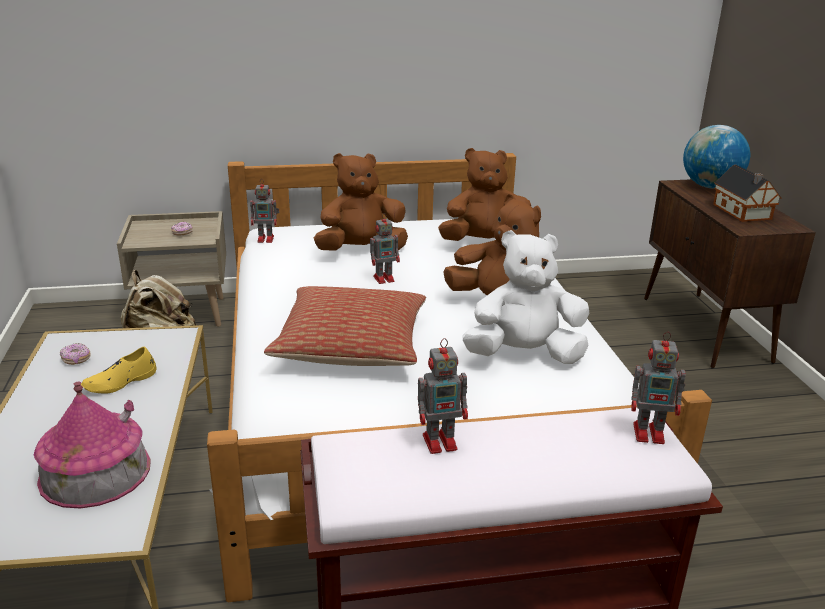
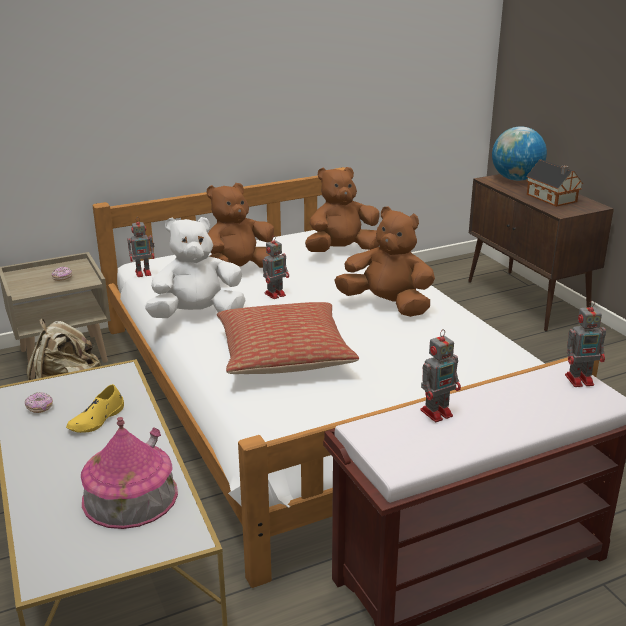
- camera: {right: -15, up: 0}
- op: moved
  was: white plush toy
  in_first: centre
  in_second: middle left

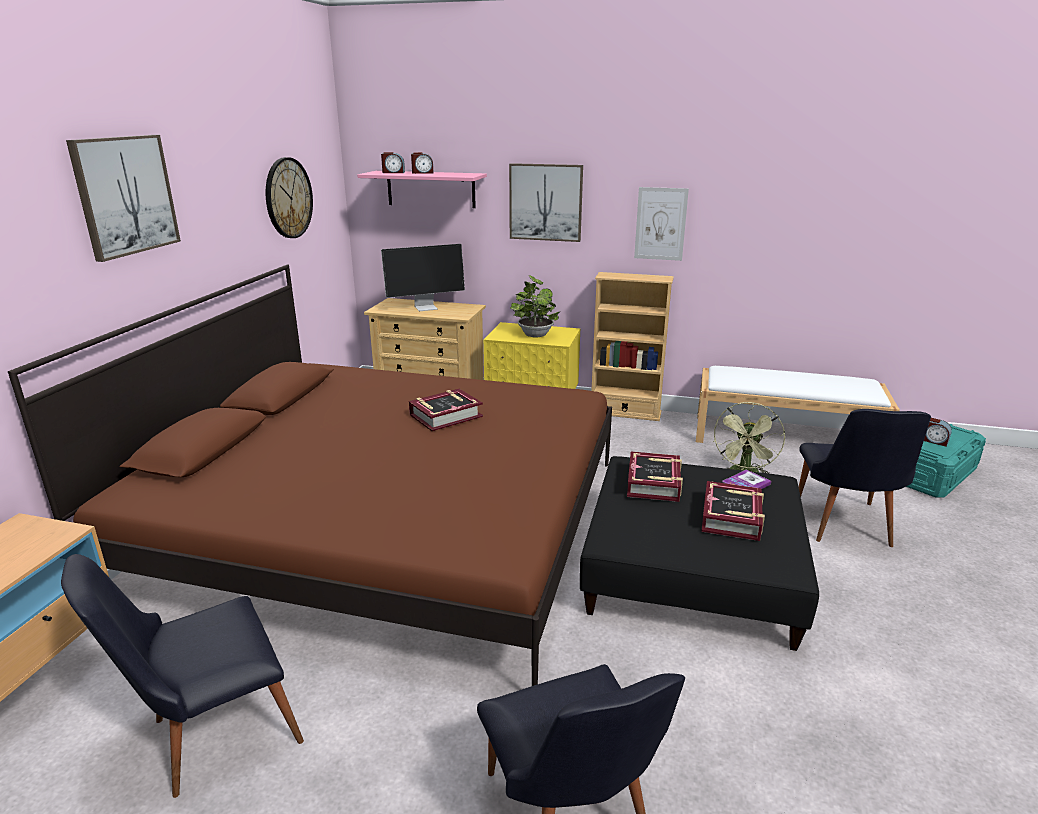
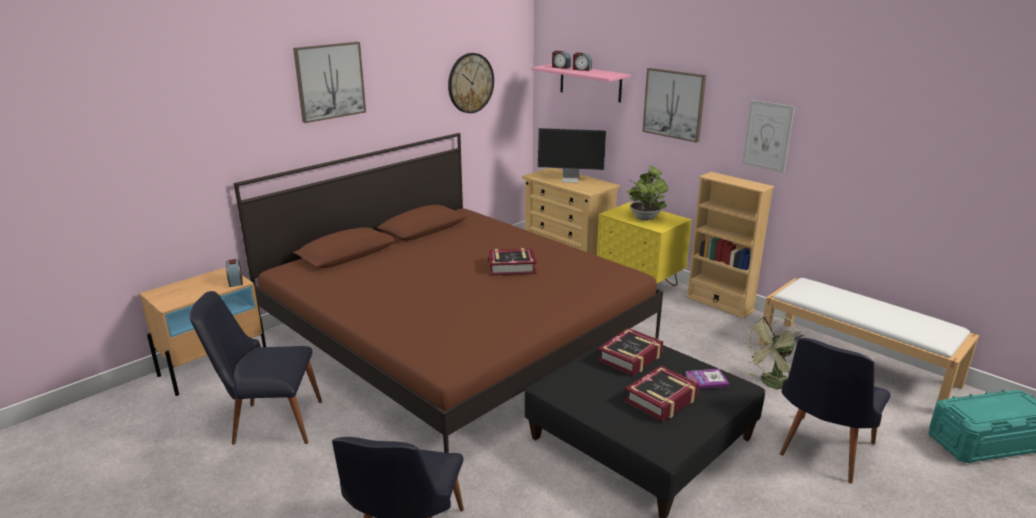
- camera: {right: 30, up: 0}
- op: moved
  was: alarm clock (3rd from left in the first image)
  now: alarm clock (1st from left)
  in_first: middle right
  in_second: middle left

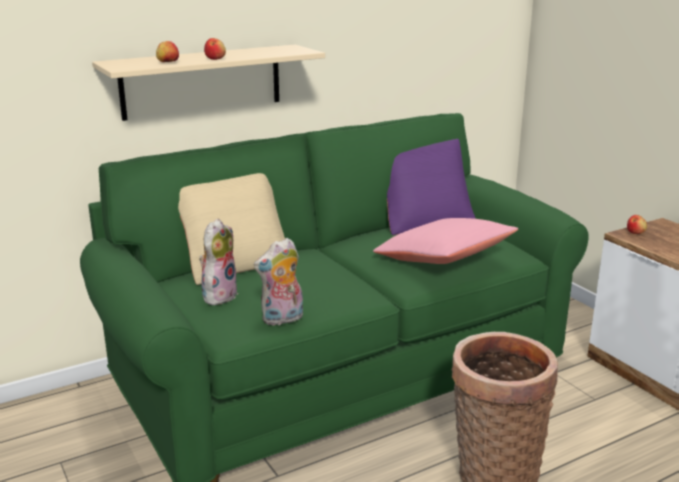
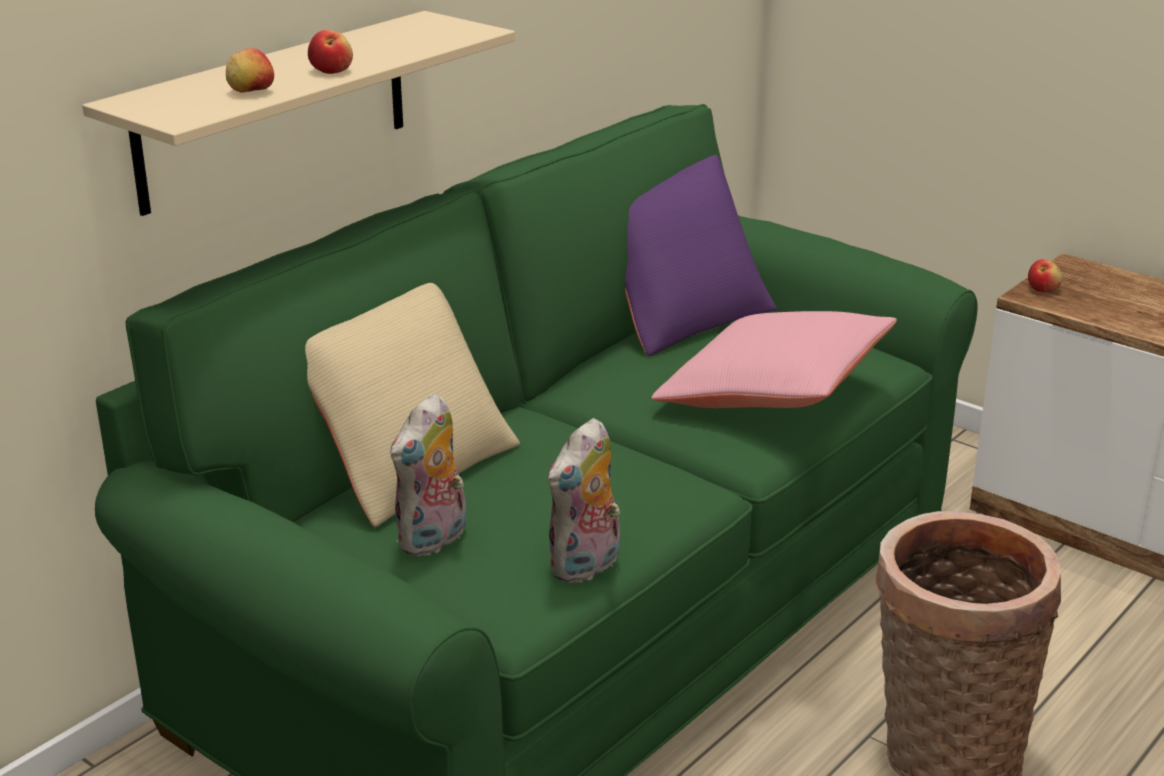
- camera: {right: -20, up: 5}
- op: turned
  was: plush toy (1st from left)
  in_first: middle left
  in_second: centre
  clockwise: -150

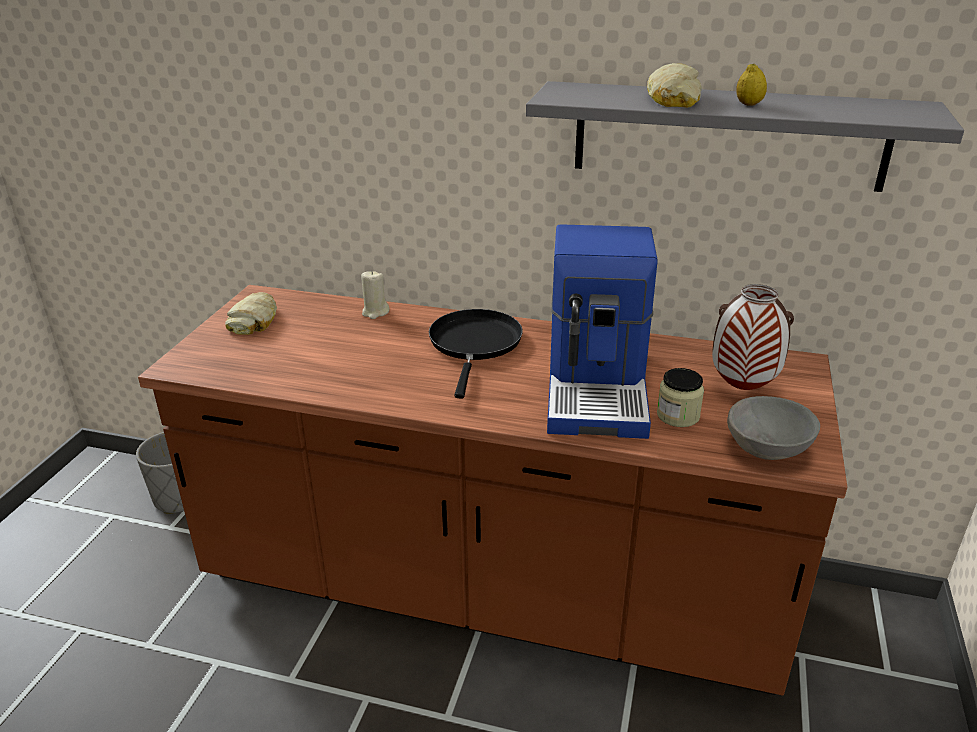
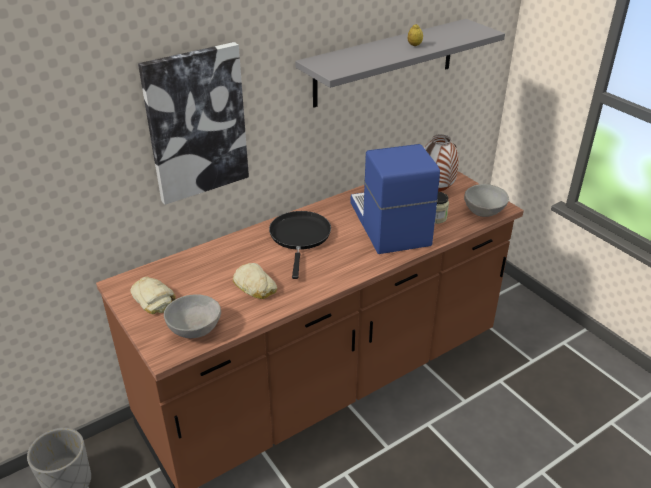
- camera: {right: -50, up: 5}
- op: removed
  was: beige candle
  in_first: centre
- op: turned
  was: black frying pan
  in_first: centre
  in_second: centre
  clockwise: 45
- op: turned
  was: coffee machine
  in_first: centre
  in_second: centre
  clockwise: -150
- op: moved
  was: bread (2nd from left)
  in_first: top right
  in_second: centre
- op: added
  now: picture
  in_second: top left
- op: added
  now: grey bowl (1st from left)
  in_second: middle left

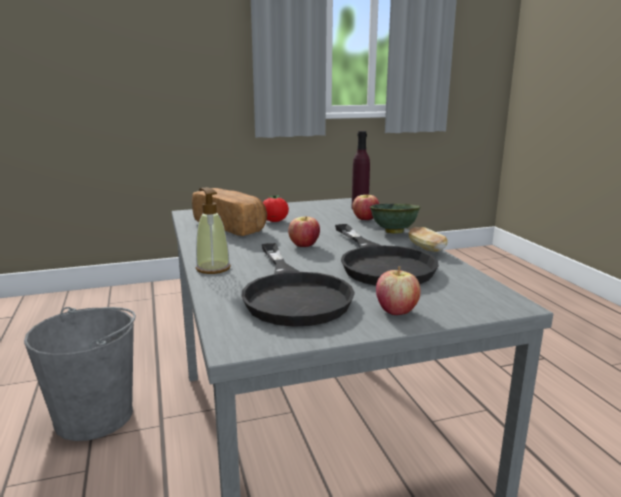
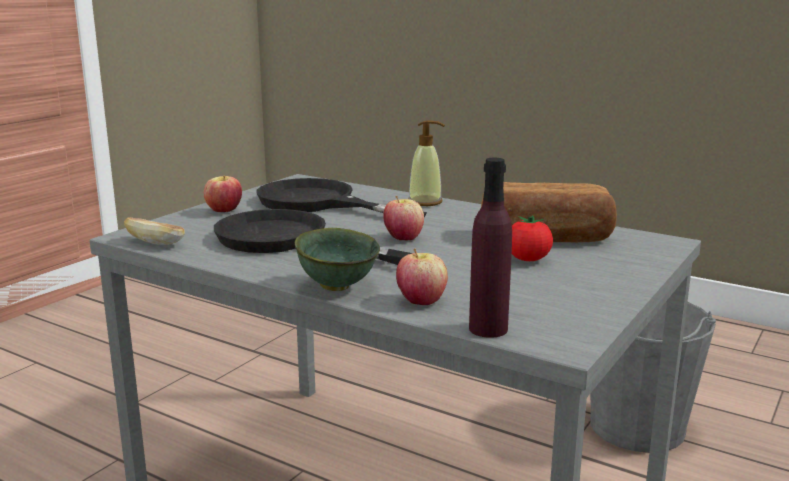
- camera: {right: 140, up: 0}
- op: moved
  was: bread (2nd from left in the first image)
  now: bread (1st from left)
  in_first: middle right
  in_second: middle left

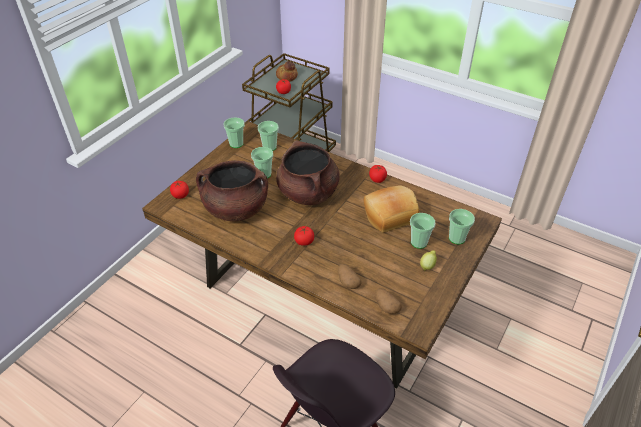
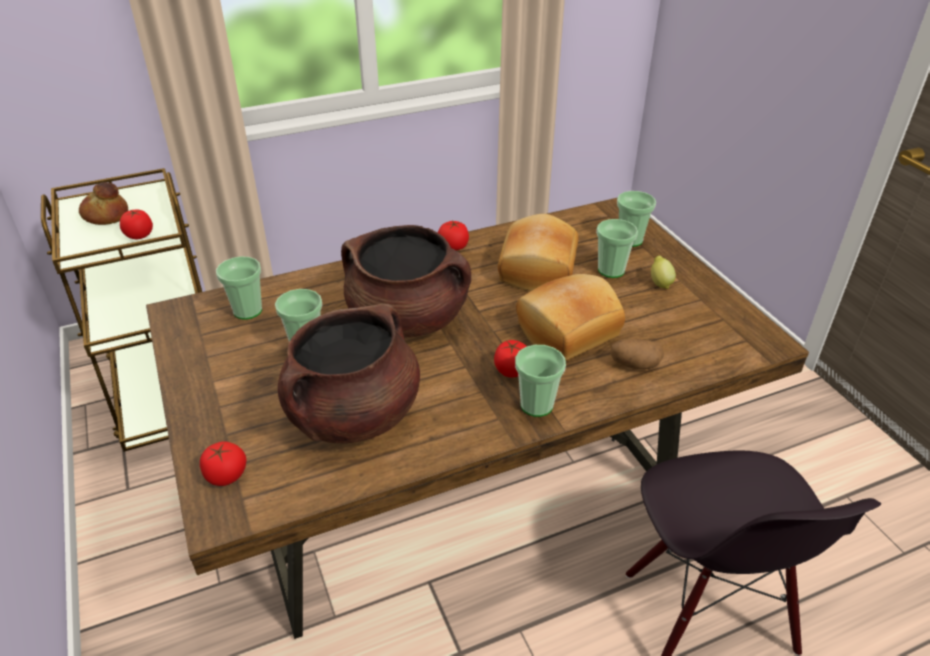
- camera: {right: -55, up: -5}
- op: moved
  was: cup (1st from left in the first image)
  now: cup (3rd from left)
  in_first: top centre
  in_second: centre
- op: removed
  was: potato (2nd from left)
  in_first: bottom centre
- op: added
  now: bread (3rd from left)
  in_second: centre

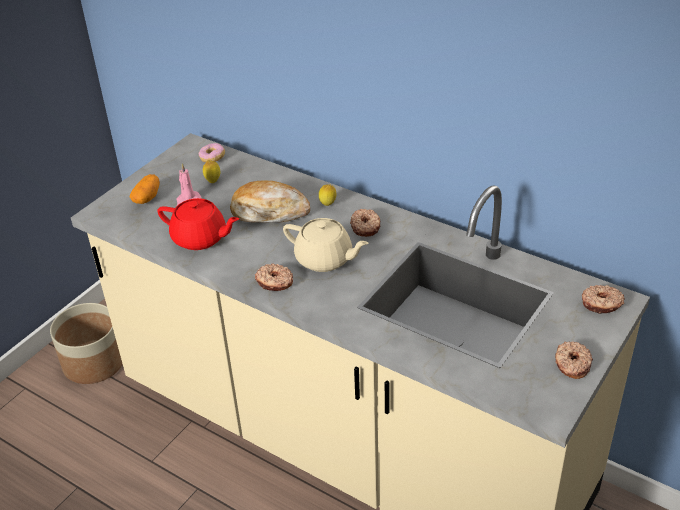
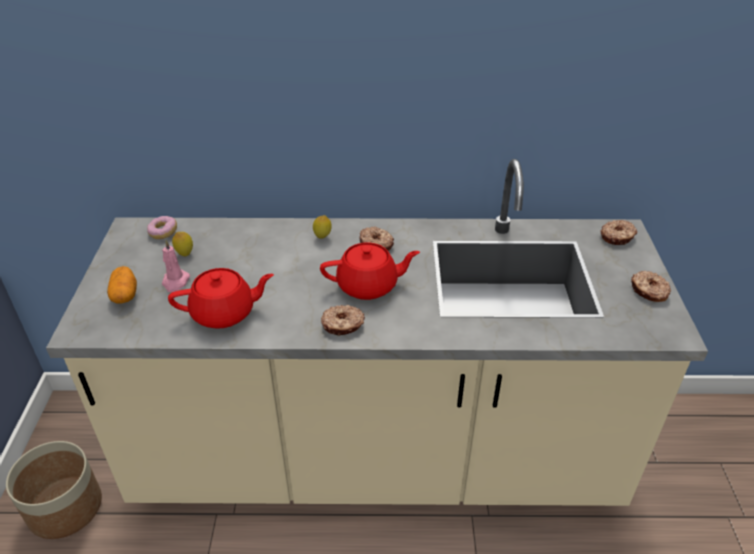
- camera: {right: -35, up: 0}
- op: removed
  was: bread
  in_first: centre
- op: recoloured
  was: beige teapot
  now: red teapot (2nd from left)
  in_first: centre
  in_second: centre

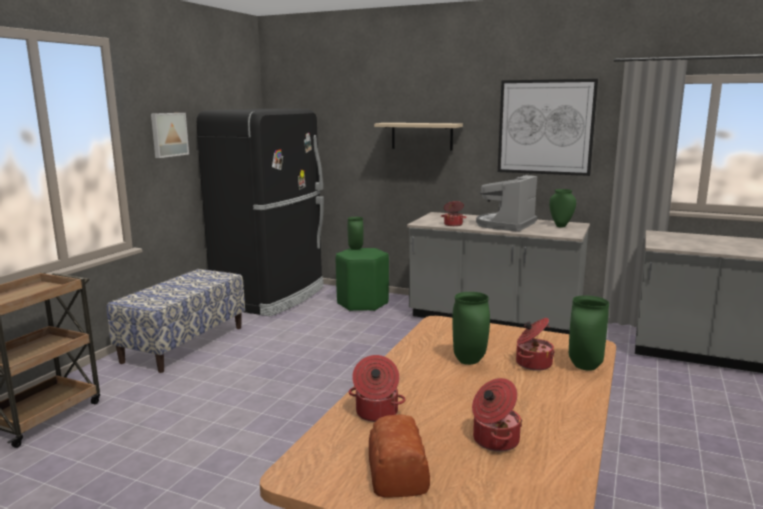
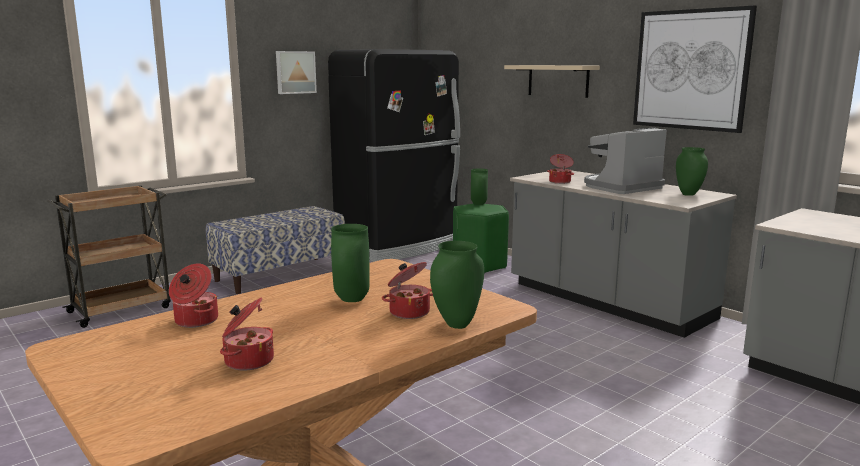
- camera: {right: 25, up: 0}
- op: removed
  was: bread
  in_first: bottom centre

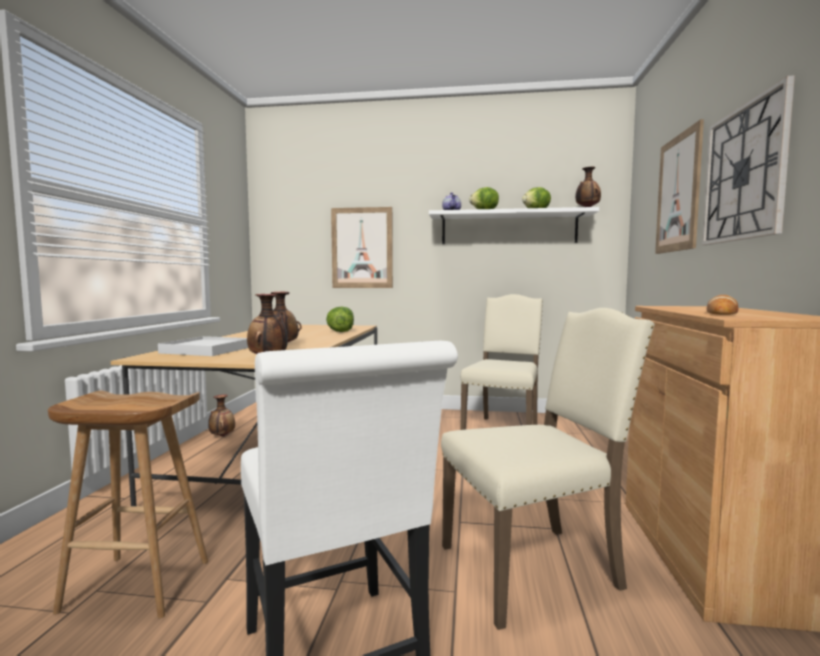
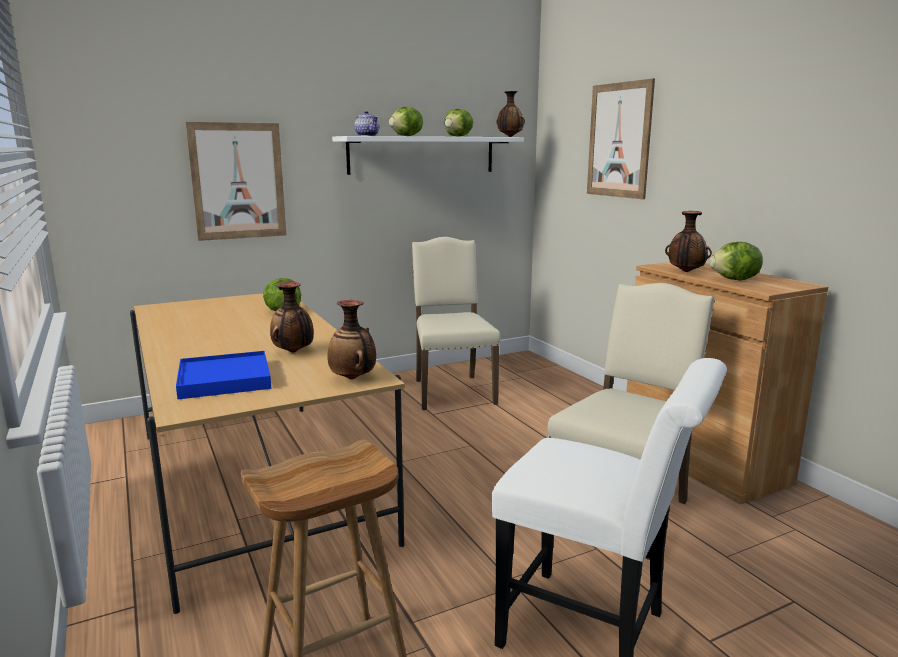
- camera: {right: -35, up: 10}
- op: recoloured
  was: white tray
  now: blue tray
  in_first: middle left
  in_second: middle left
- op: moved
  was: vase (1st from left in the first image)
  now: vase (4th from left)
  in_first: middle left
  in_second: middle right
- op: removed
  was: wall clock
  in_first: top right
- op: replaced
  was: bread
  now: lettuce (4th from left)
  in_first: middle right
  in_second: middle right

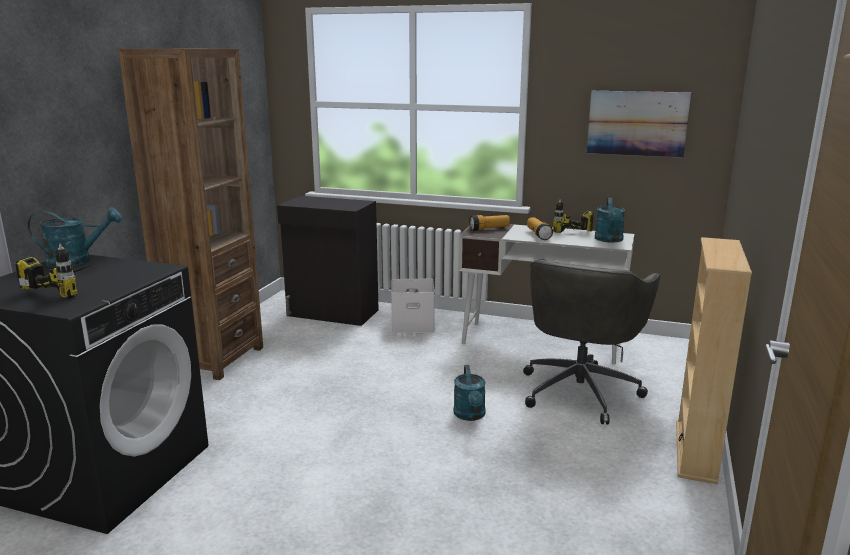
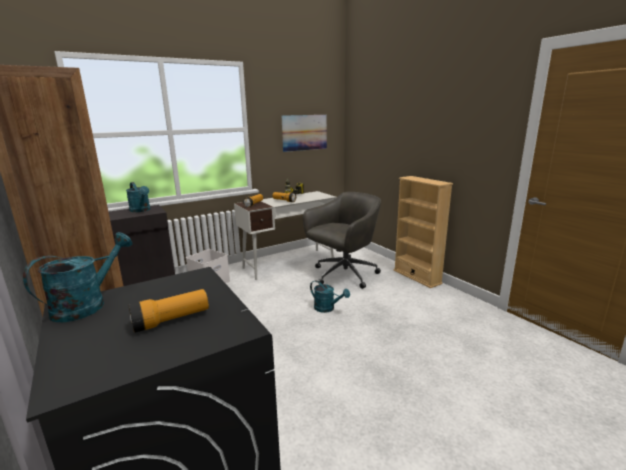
- camera: {right: -50, up: 0}
- op: replaced
  was: power drill (1st from left)
  now: flashlight (1st from left)
  in_first: middle left
  in_second: middle left
- op: turned
  was: grey office chair
  in_first: middle right
  in_second: centre
  clockwise: -105
- op: moved
  was: turquoise watering can (3rd from left in the first image)
  now: turquoise watering can (2nd from left)
  in_first: middle right
  in_second: middle left

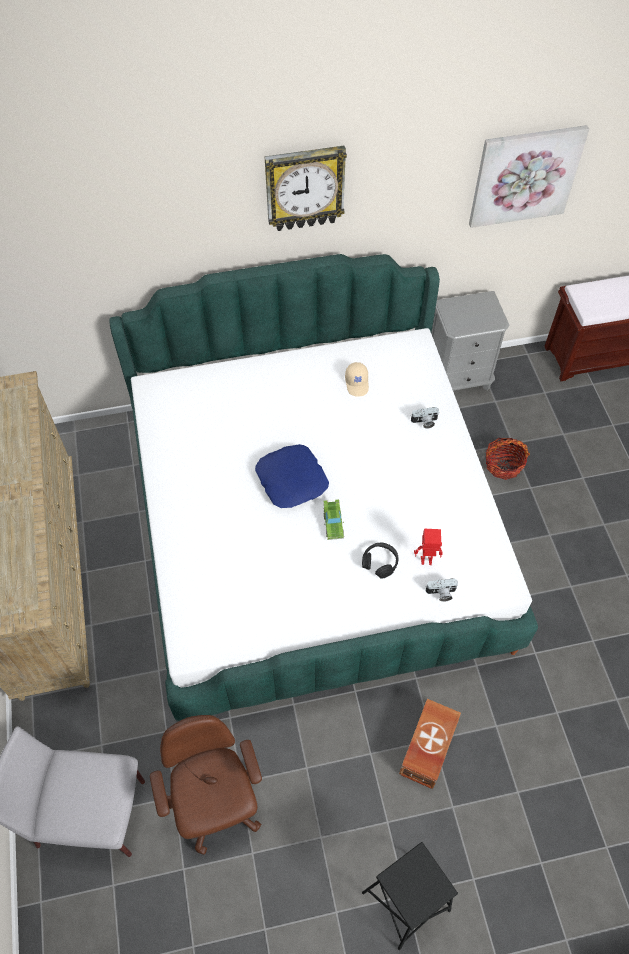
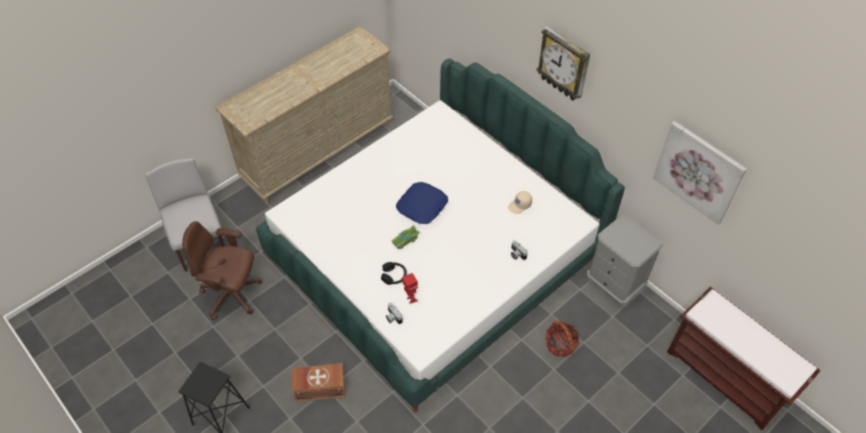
- camera: {right: 60, up: -5}
- op: turned
  was: brown office chair
  in_first: bottom left
  in_second: middle left
  clockwise: -120

